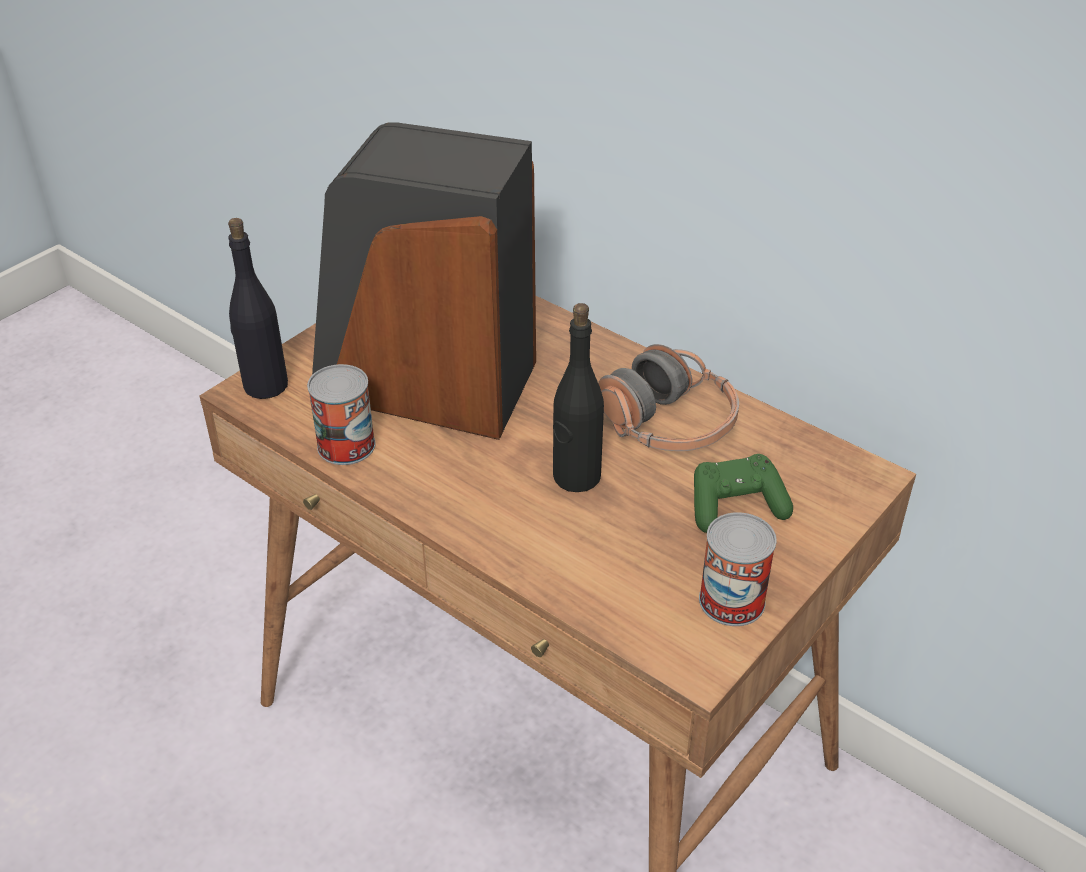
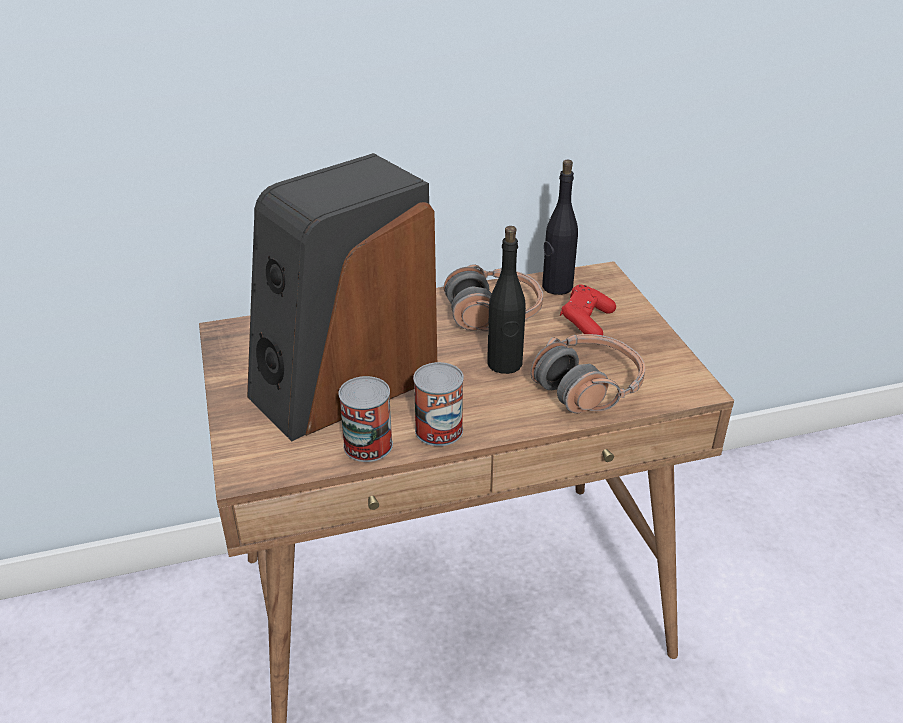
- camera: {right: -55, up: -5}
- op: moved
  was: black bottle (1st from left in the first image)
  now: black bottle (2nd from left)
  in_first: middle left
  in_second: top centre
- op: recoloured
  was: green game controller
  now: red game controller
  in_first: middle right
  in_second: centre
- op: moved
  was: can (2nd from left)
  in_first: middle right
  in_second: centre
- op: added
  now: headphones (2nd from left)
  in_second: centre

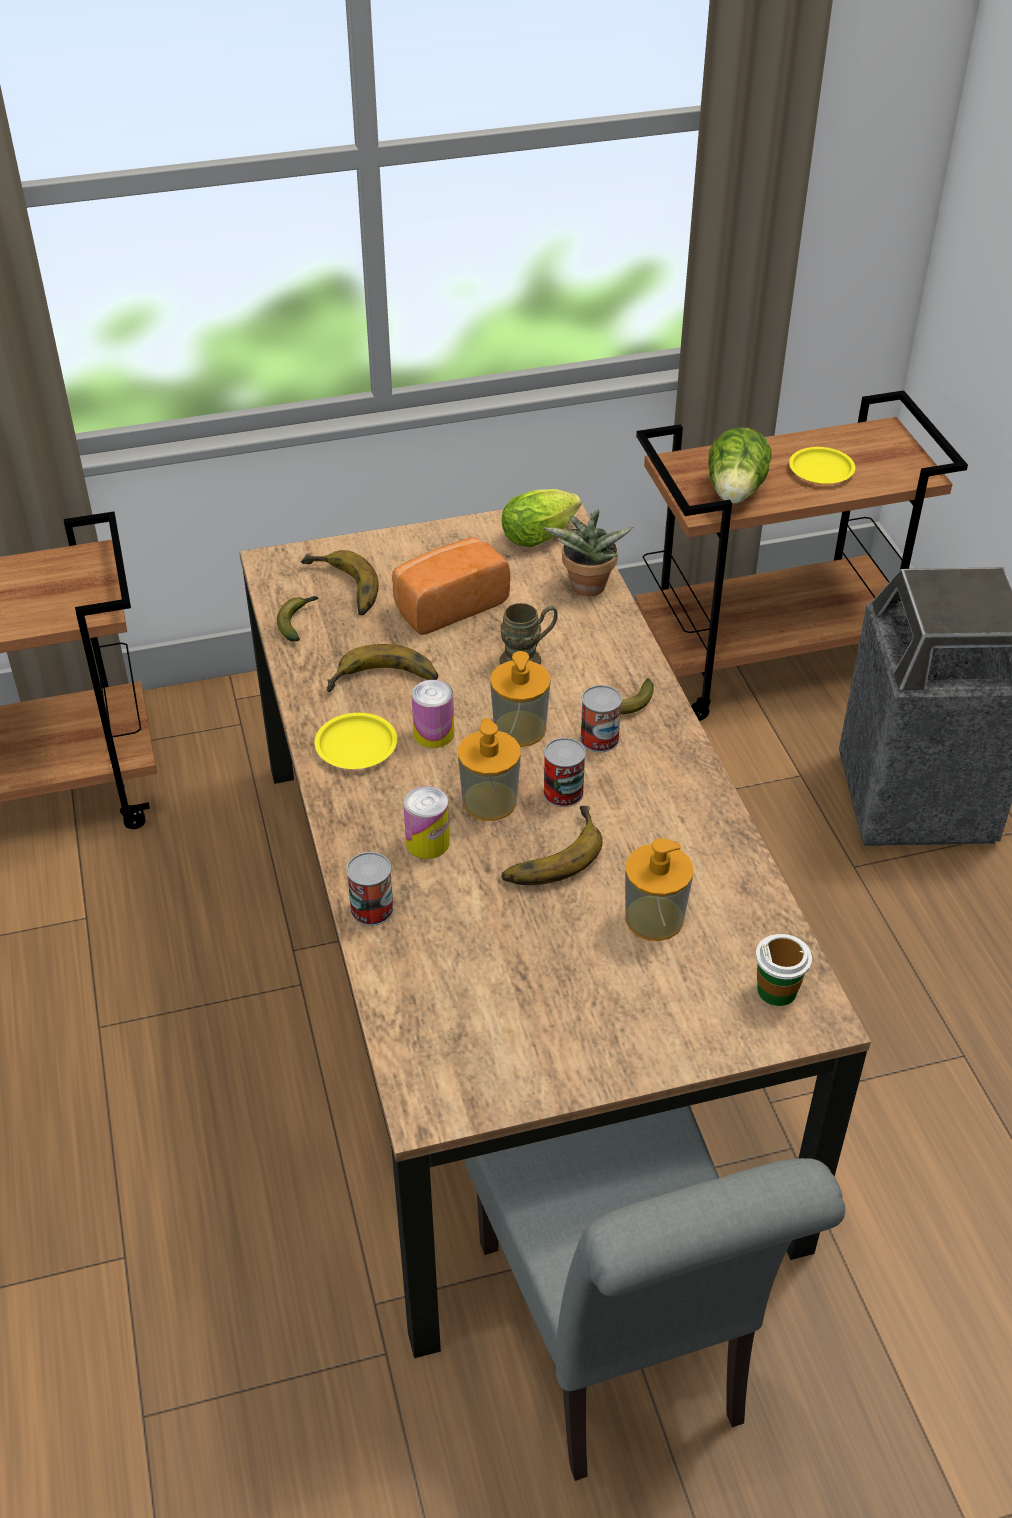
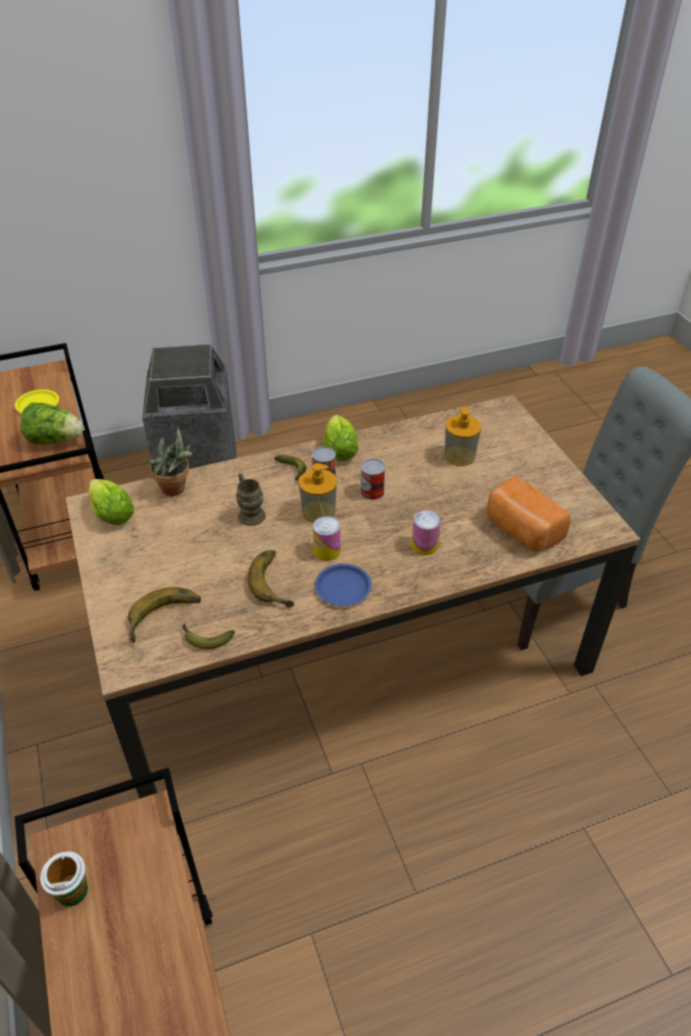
- camera: {right: -95, up: 0}
- op: recoloured
  was: yellow plate (1st from left)
  now: blue plate
  in_first: centre
  in_second: centre
- op: removed
  was: can (1st from left)
  in_first: centre
- op: moved
  was: bread
  in_first: centre
  in_second: middle right
- op: removed
  was: soap dispenser (1st from left)
  in_first: centre
- op: removed
  was: banana (4th from left)
  in_first: centre
- op: moved
  was: cup
  in_first: middle right
  in_second: bottom left
- op: added
  now: lettuce (3rd from left)
  in_second: centre

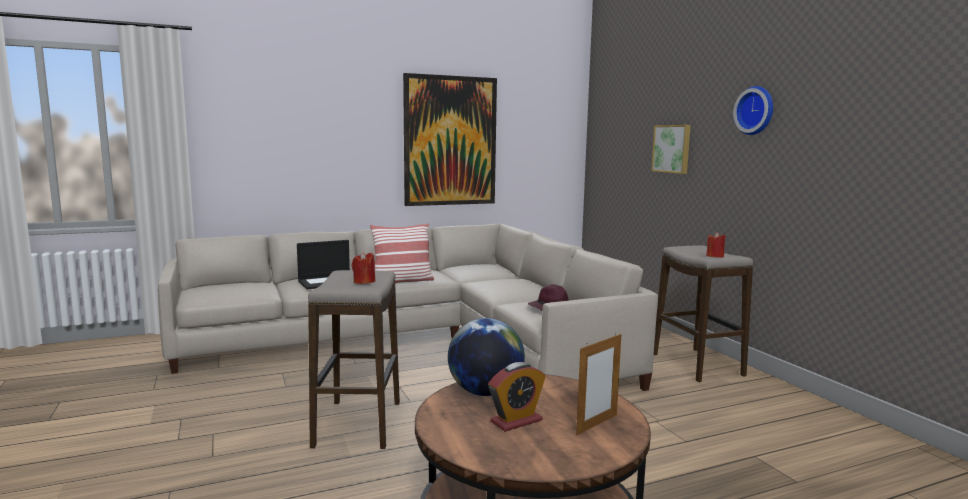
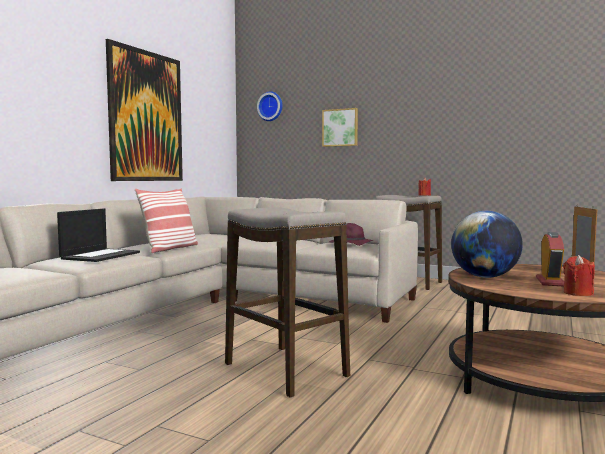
- camera: {right: -40, up: -5}
- op: moved
  was: red candle (1st from left in the first image)
  now: red candle (2nd from left)
  in_first: centre
  in_second: middle right
- op: moved
  was: wall clock
  in_first: top right
  in_second: top centre

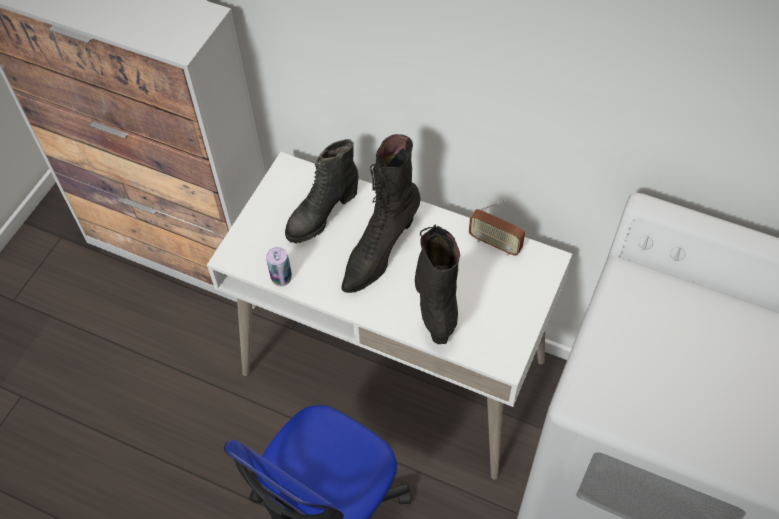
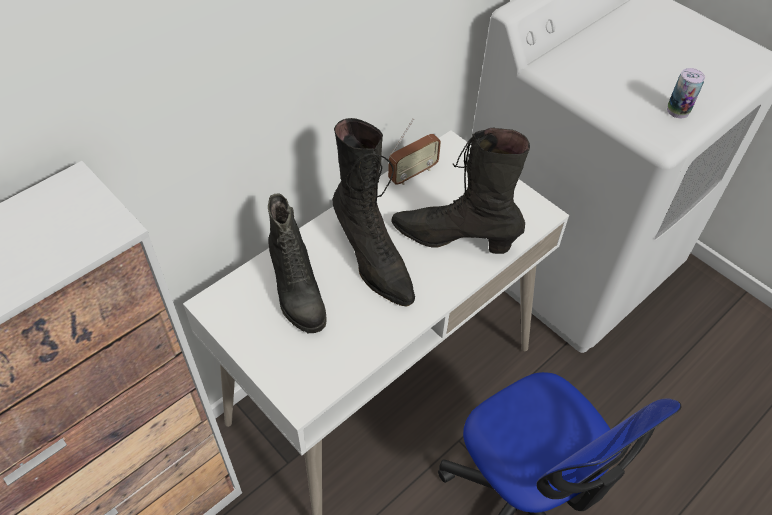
- camera: {right: -70, up: -5}
- op: moved
  was: can
  in_first: centre
  in_second: top right

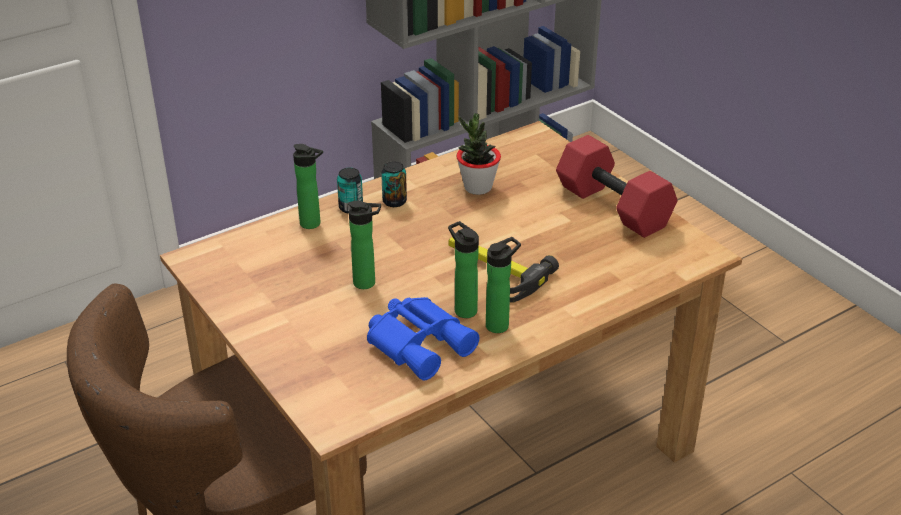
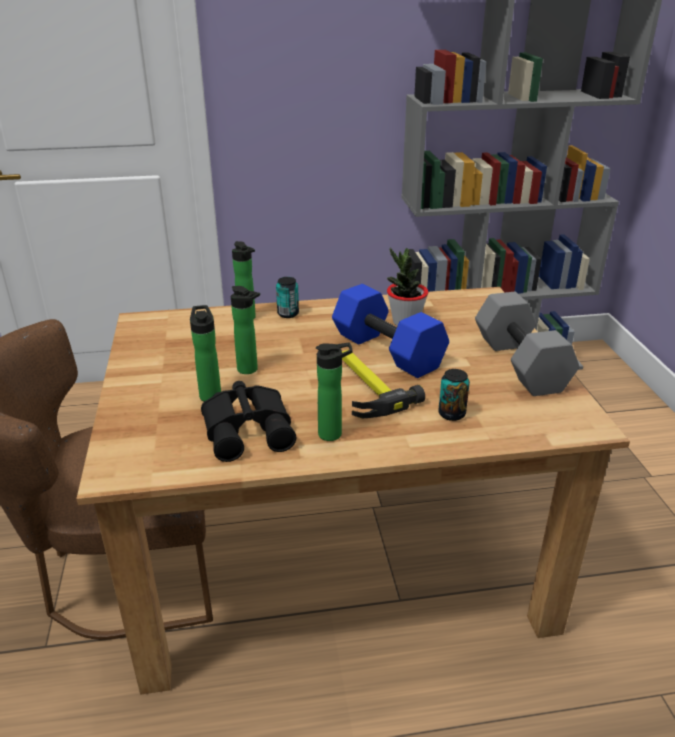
- camera: {right: 25, up: -5}
- op: recoloured
  was: blue binoculars
  now: black binoculars
  in_first: centre
  in_second: centre
- op: moved
  was: can (2nd from left)
  in_first: centre
  in_second: middle right
- op: moved
  was: bottle (3rd from left in the first image)
  now: bottle (1st from left)
  in_first: centre
  in_second: middle left
- op: recoloured
  was: red dumbbell
  now: grey dumbbell
  in_first: middle right
  in_second: middle right
- op: added
  now: blue dumbbell
  in_second: centre

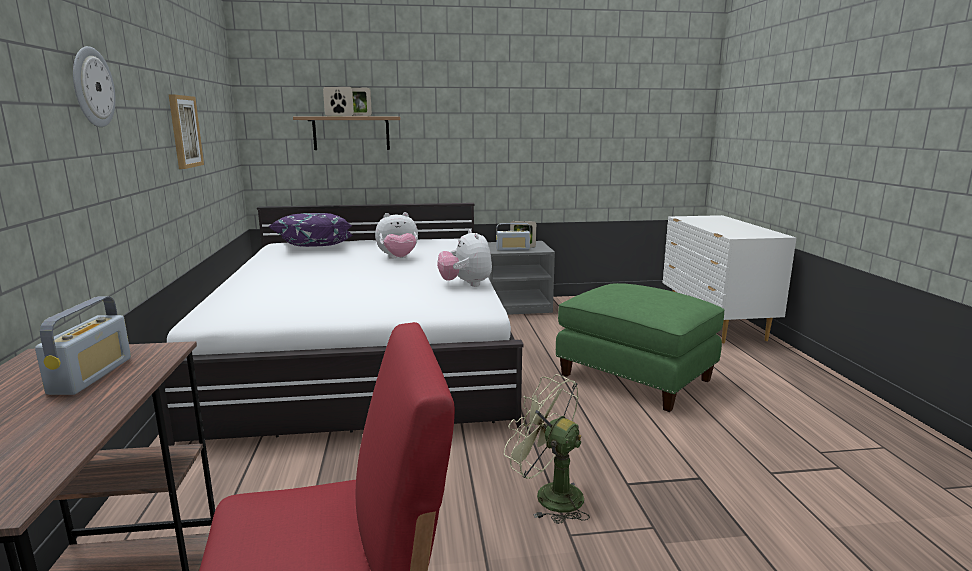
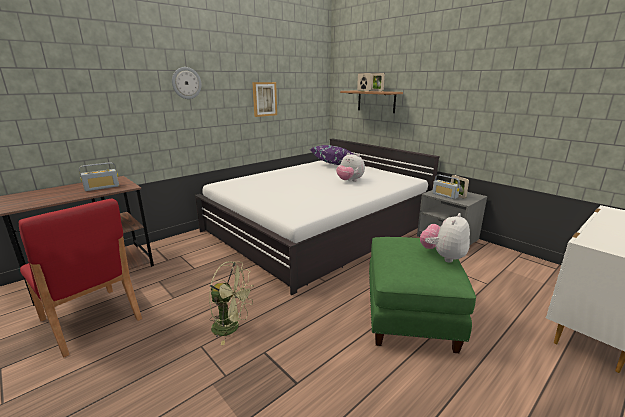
- camera: {right: 55, up: 5}
- op: moved
  was: plush toy (2nd from left)
  in_first: centre
  in_second: middle right
- op: turned
  was: green fan
  in_first: bottom centre
  in_second: bottom centre
  clockwise: 105

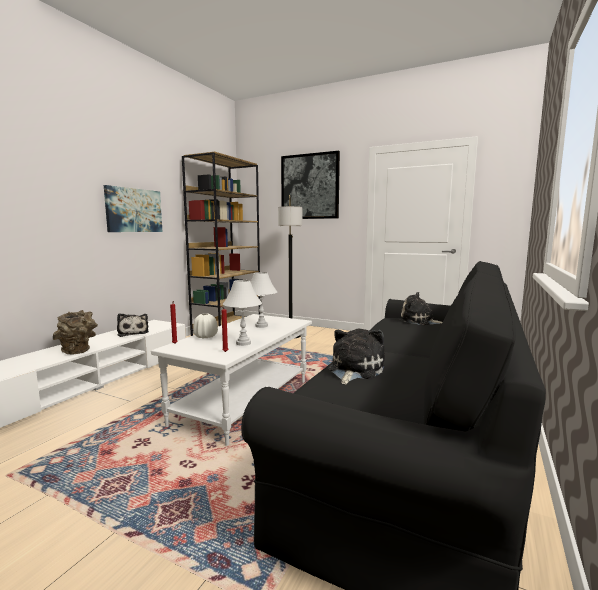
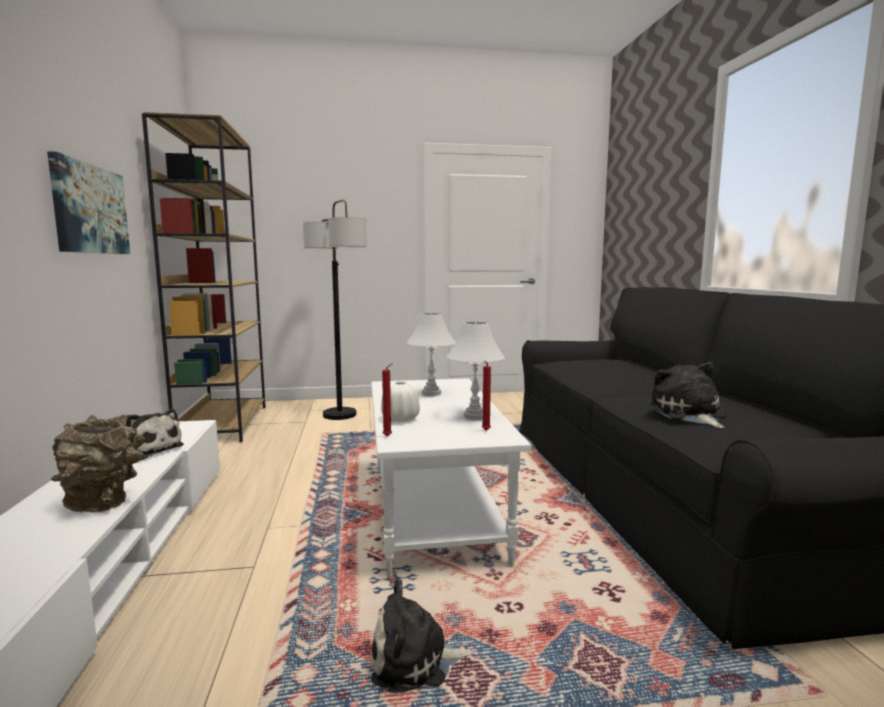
- camera: {right: -35, up: 0}
- op: removed
  was: picture (2nd from left)
  in_first: top centre
- op: moved
  was: plush toy (3rd from left in the first image)
  now: plush toy (2nd from left)
  in_first: middle right
  in_second: bottom centre

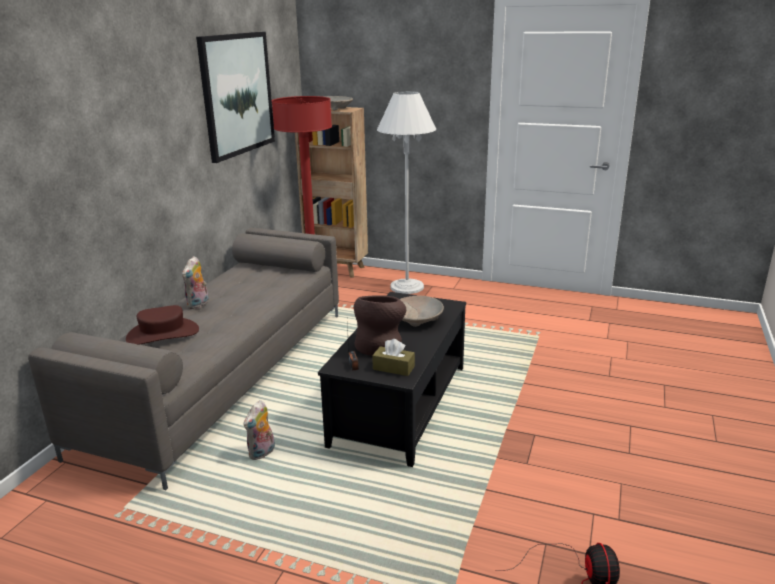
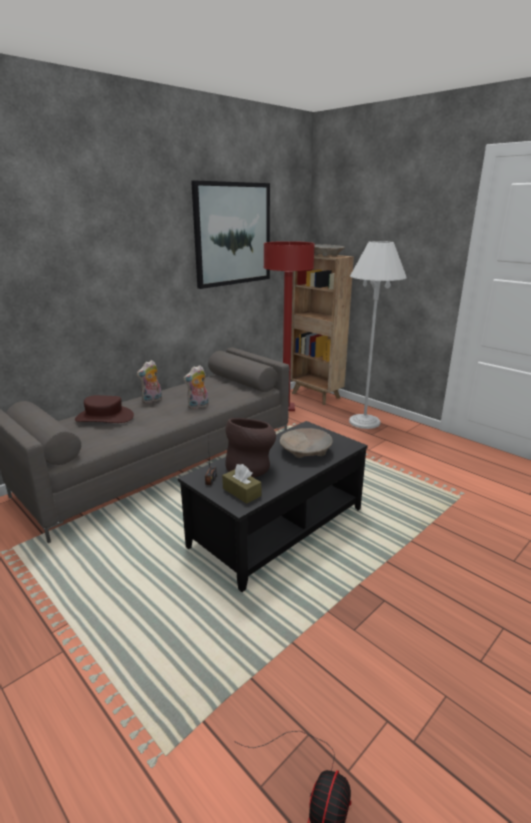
- camera: {right: 25, up: 0}
- op: moved
  was: plush toy (2nd from left)
  in_first: bottom centre
  in_second: centre

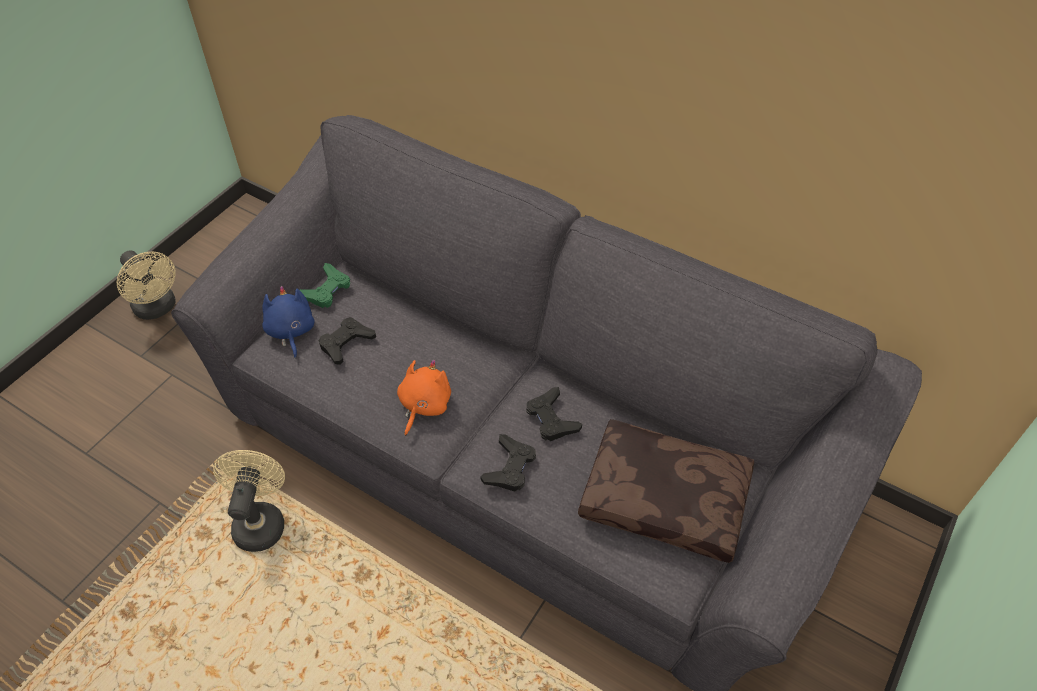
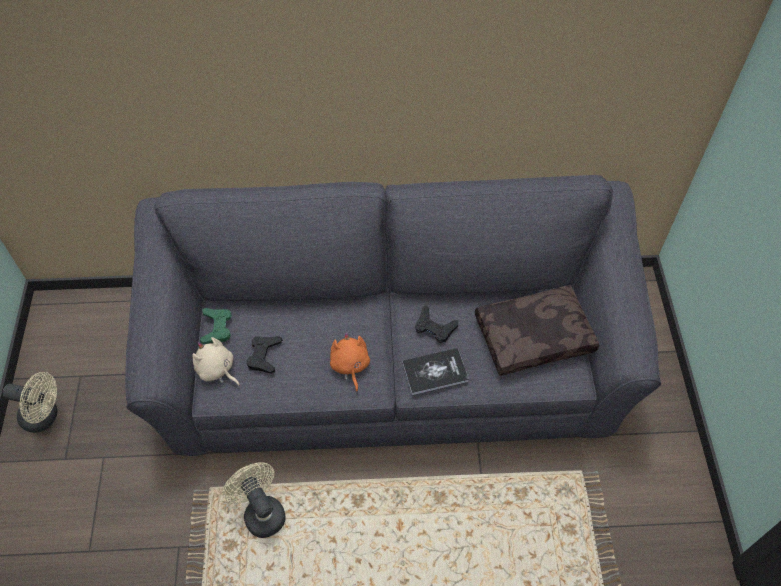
- camera: {right: -35, up: 5}
- op: recoloured
  was: blue plush toy
  now: beige plush toy
  in_first: middle left
  in_second: middle left
- op: replaced
  was: black game controller (2nd from left)
  now: book
  in_first: bottom centre
  in_second: centre

